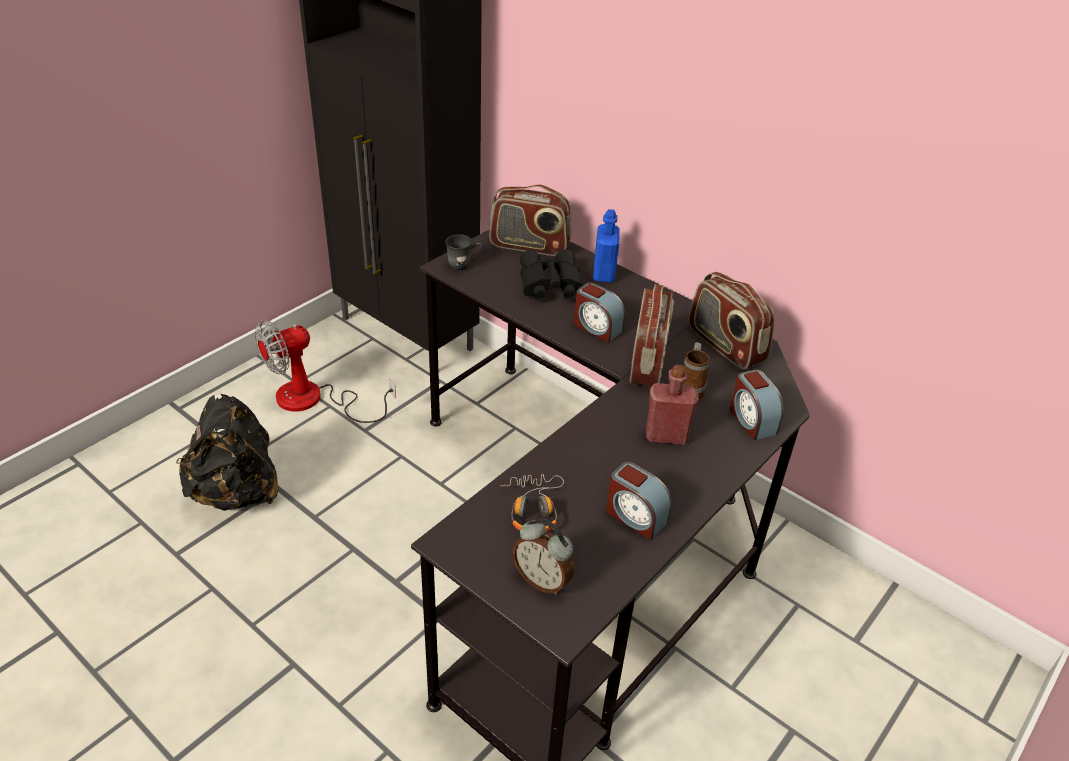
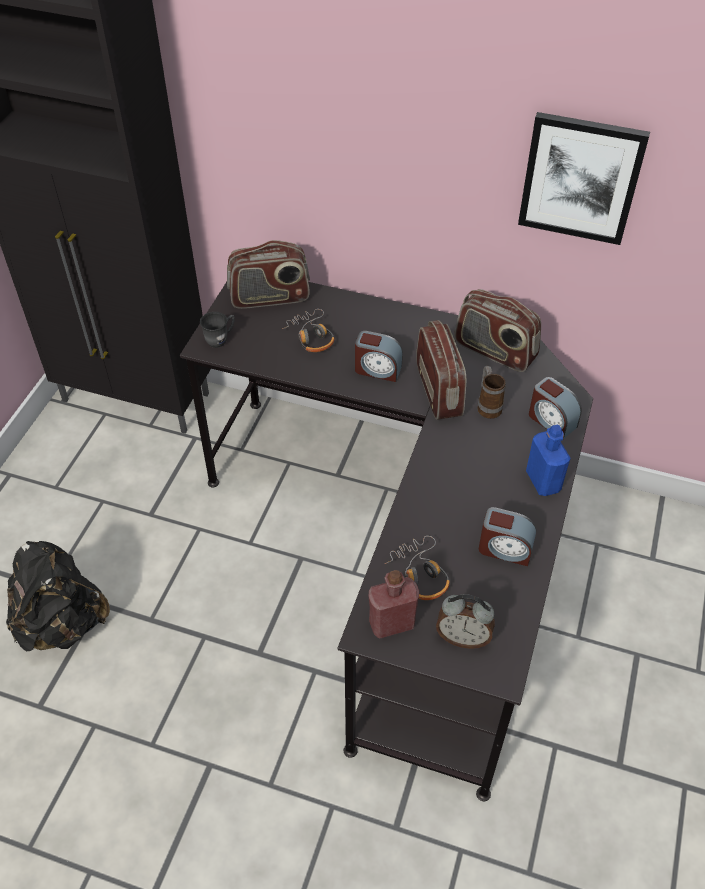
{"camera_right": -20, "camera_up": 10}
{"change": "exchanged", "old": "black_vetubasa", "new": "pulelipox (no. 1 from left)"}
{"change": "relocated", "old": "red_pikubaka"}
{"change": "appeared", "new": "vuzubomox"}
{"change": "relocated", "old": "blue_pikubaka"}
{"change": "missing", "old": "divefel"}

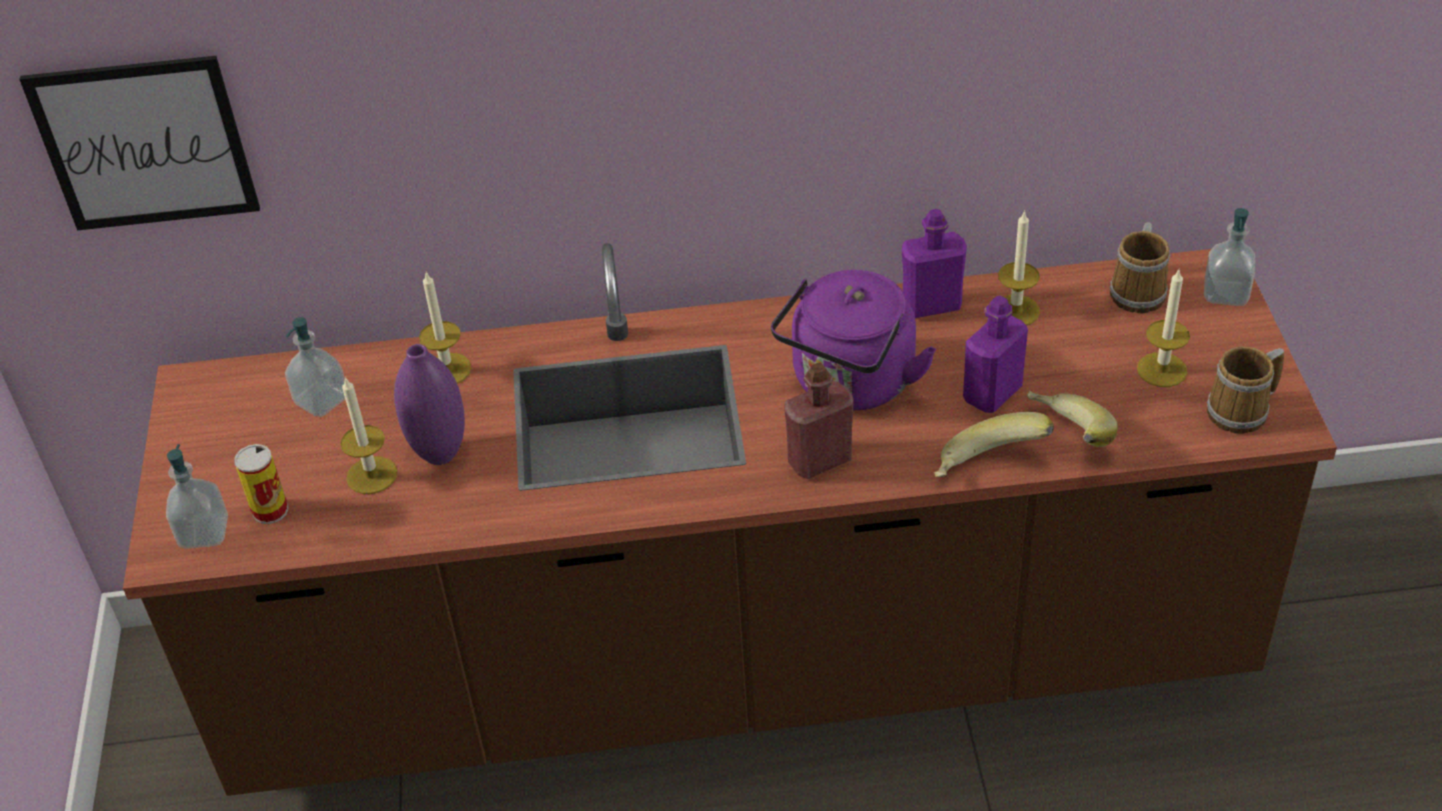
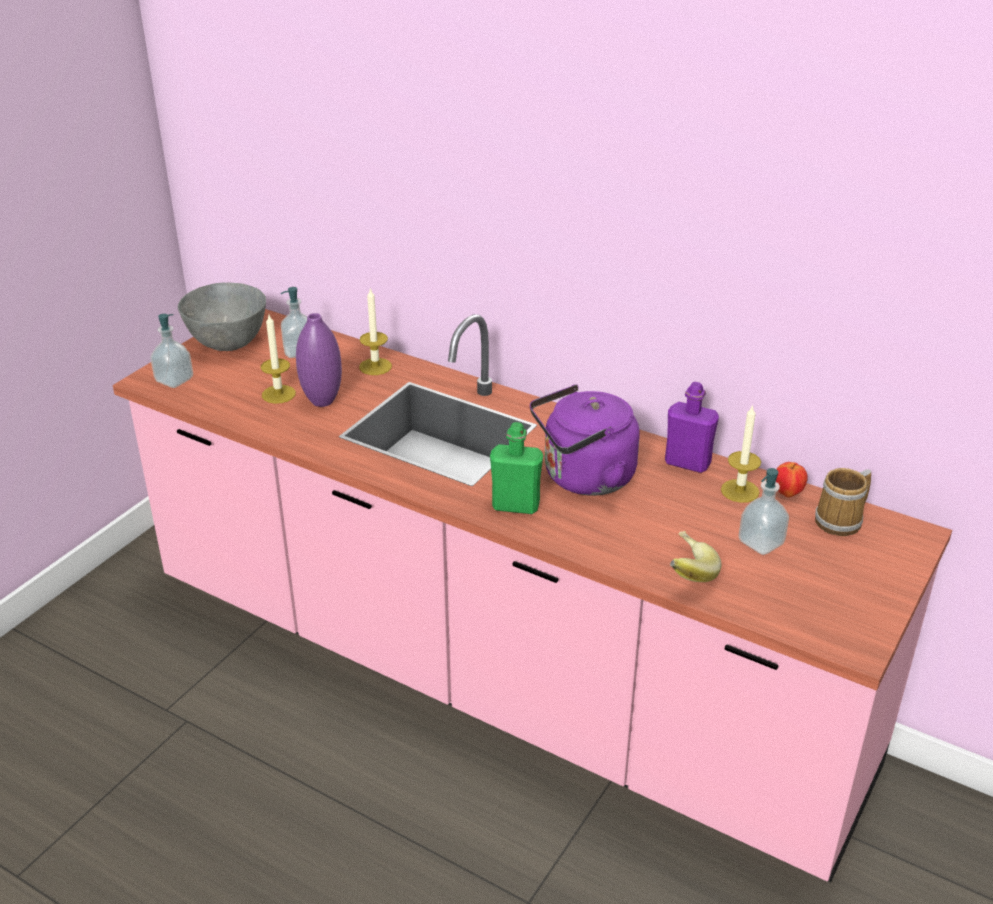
{"camera_right": 35, "camera_up": -10}
{"change": "colour", "old": "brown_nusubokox", "new": "pink_nusubokox"}
{"change": "appeared", "new": "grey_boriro"}
{"change": "colour", "old": "red_pikubaka", "new": "green_pikubaka"}
{"change": "relocated", "old": "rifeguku (no. 3 from left)"}
{"change": "appeared", "new": "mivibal"}
{"change": "missing", "old": "vuzubomox"}
{"change": "missing", "old": "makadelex"}
{"change": "missing", "old": "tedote (no. 1 from left)"}
{"change": "missing", "old": "purple_pikubaka (no. 2 from left)"}
{"change": "missing", "old": "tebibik (no. 4 from left)"}
{"change": "missing", "old": "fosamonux (no. 2 from left)"}

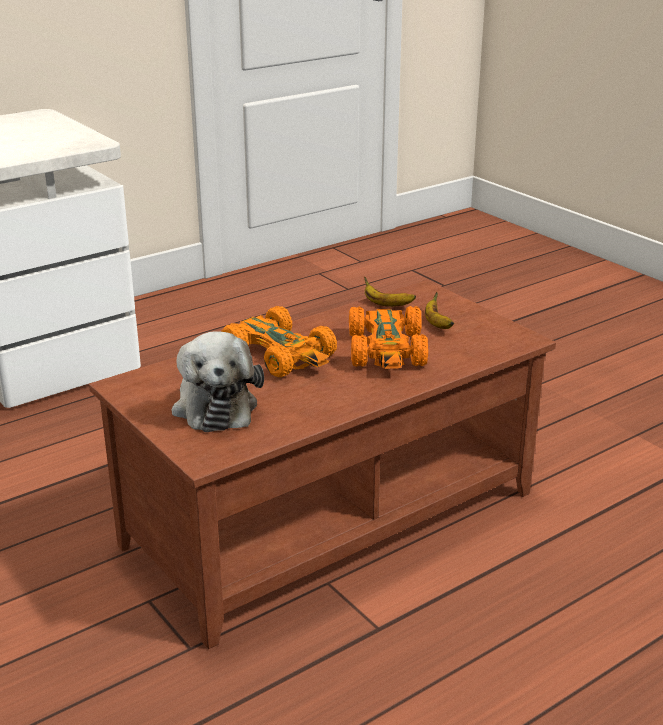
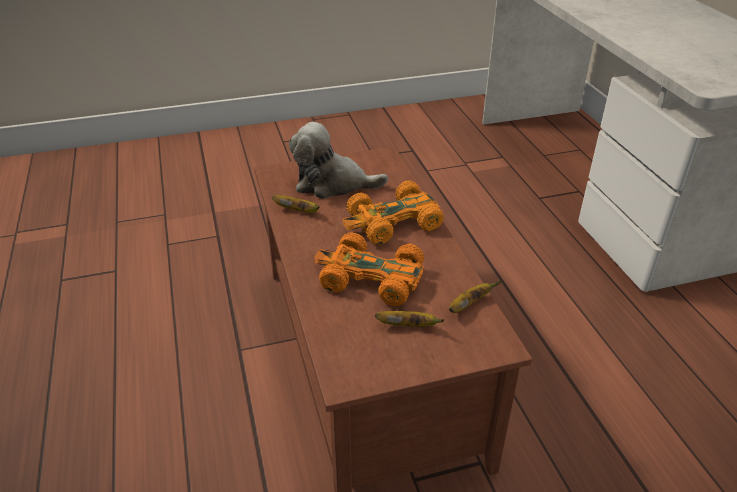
{"camera_right": 110, "camera_up": 10}
{"change": "appeared", "new": "tedote (no. 1 from left)"}

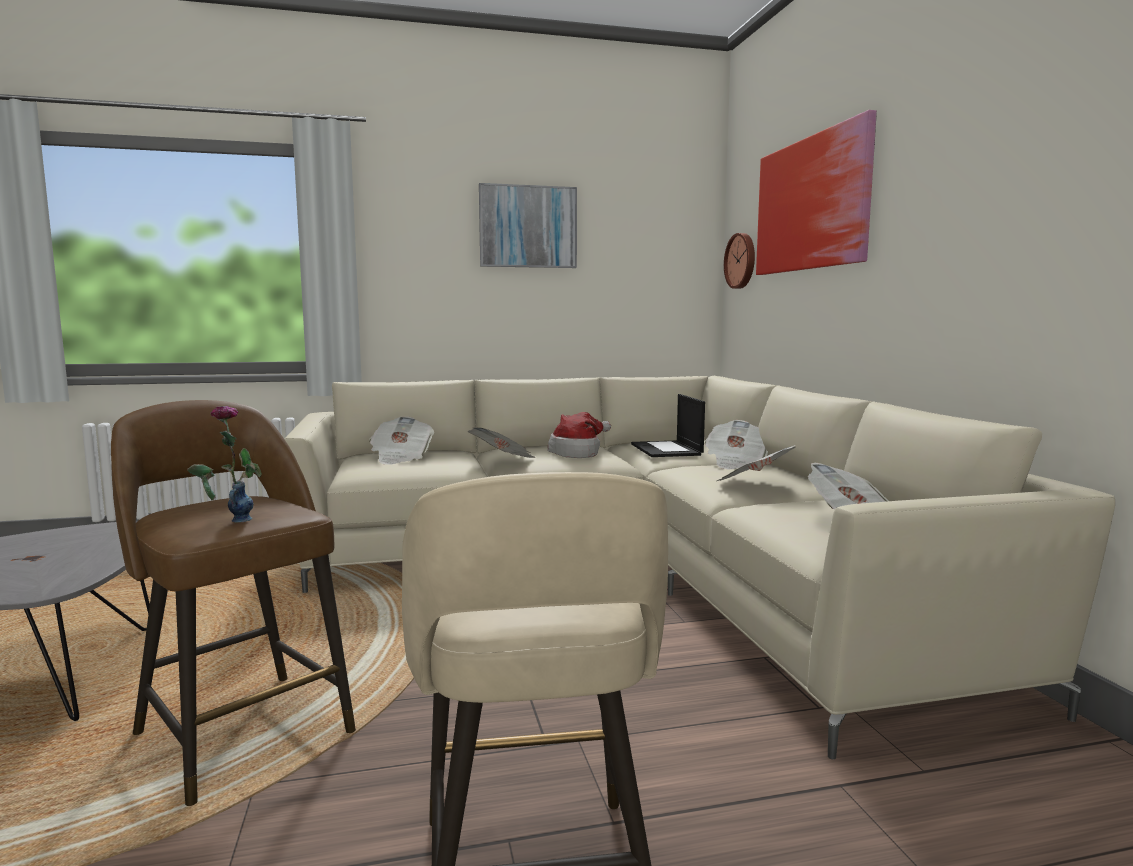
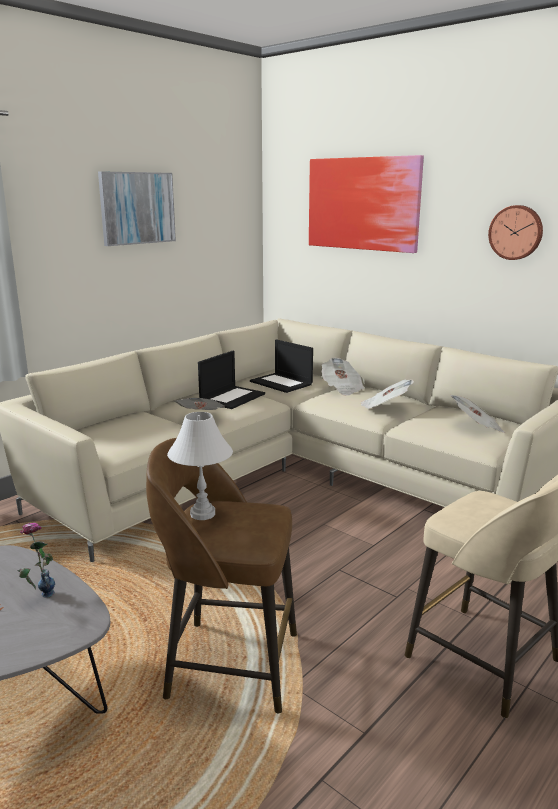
{"camera_right": -35, "camera_up": 10}
{"change": "relocated", "old": "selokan"}
{"change": "appeared", "new": "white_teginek"}
{"change": "exchanged", "old": "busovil", "new": "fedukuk (no. 1 from left)"}
{"change": "relocated", "old": "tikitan"}
{"change": "missing", "old": "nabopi (no. 1 from left)"}

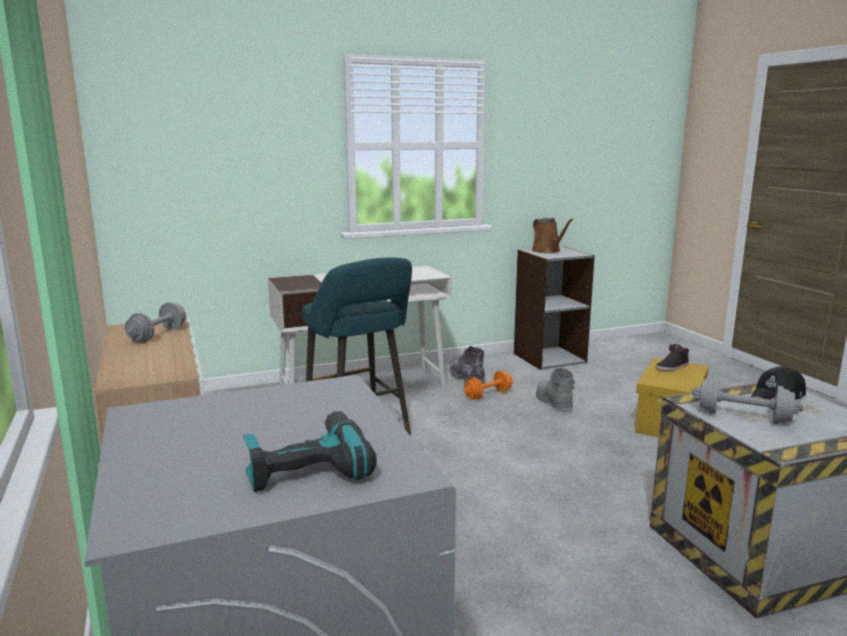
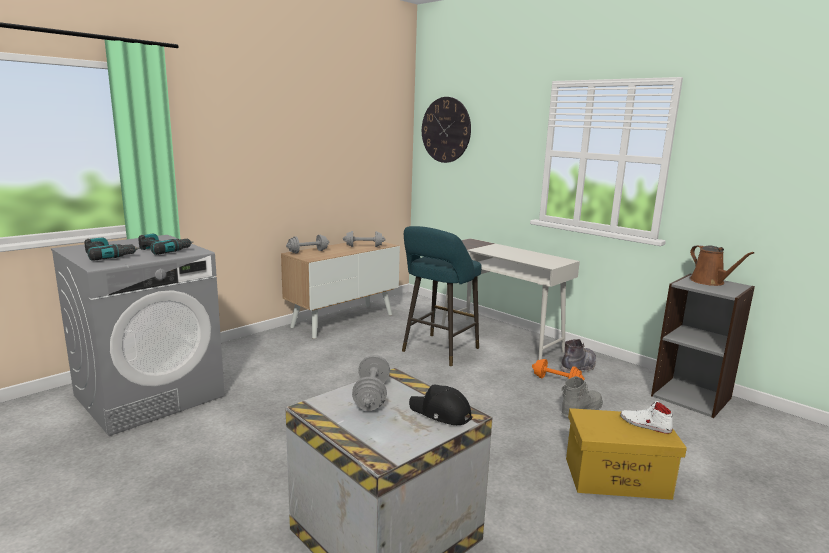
{"camera_right": 65, "camera_up": 0}
{"change": "appeared", "new": "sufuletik (no. 2 from left)"}
{"change": "appeared", "new": "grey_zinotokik (no. 1 from left)"}
{"change": "appeared", "new": "tikitan"}
{"change": "colour", "old": "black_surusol", "new": "white_surusol"}
{"change": "spun", "old": "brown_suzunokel", "degrees": -60}

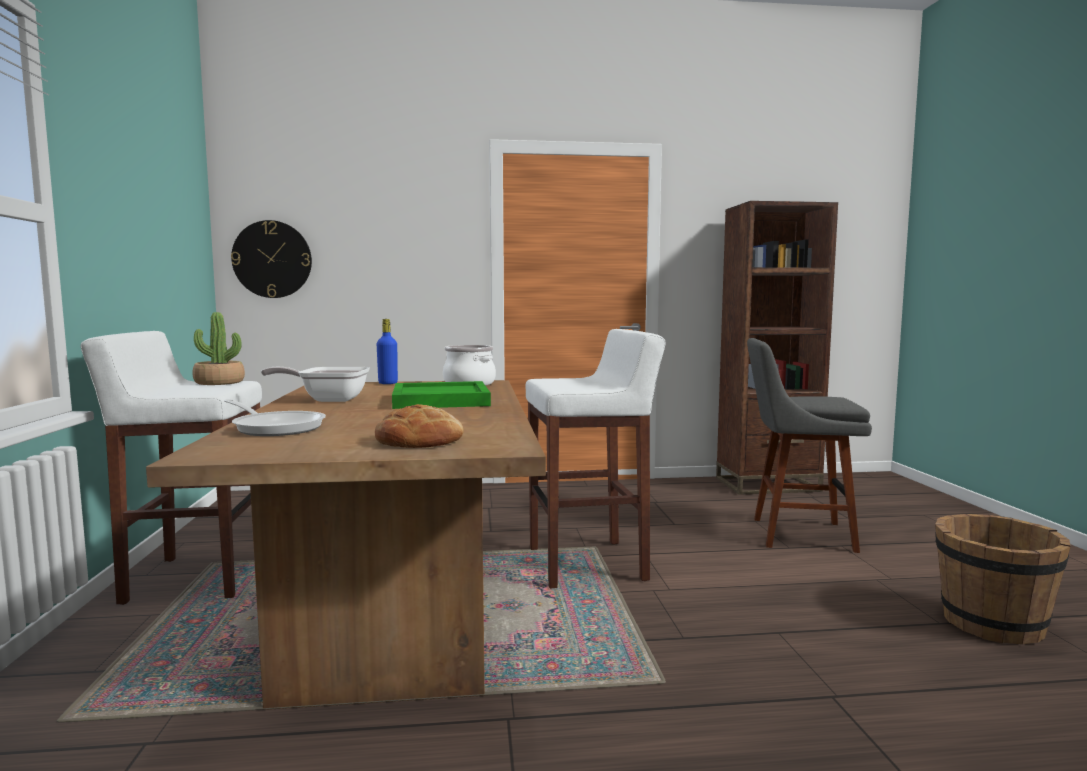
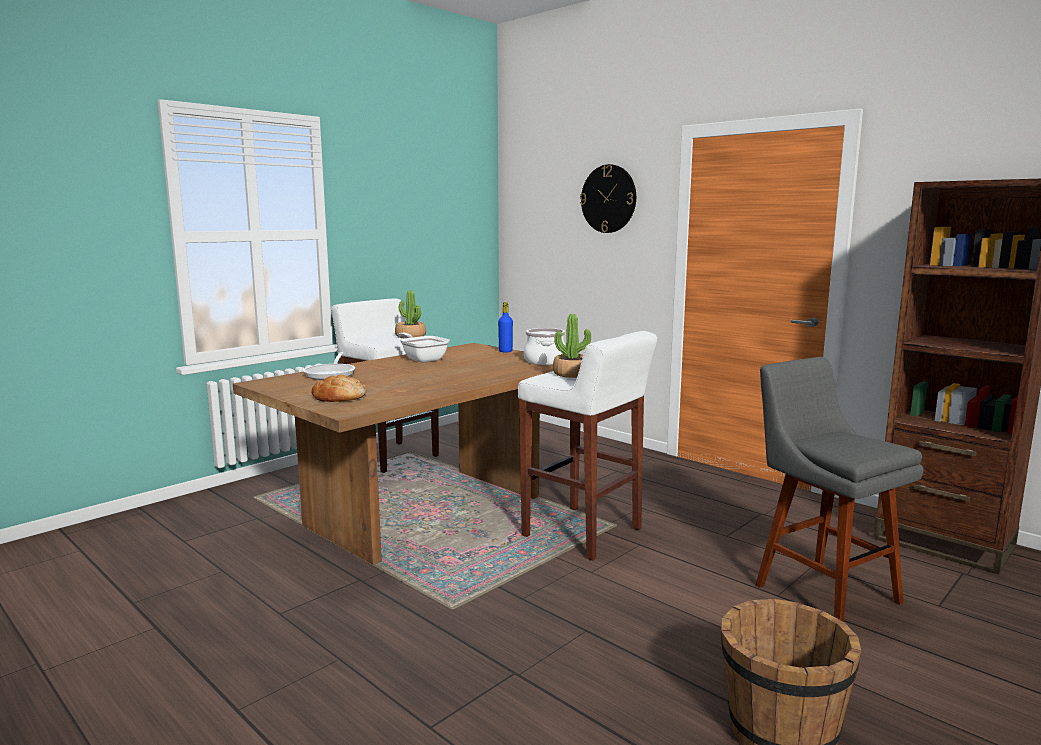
{"camera_right": 50, "camera_up": 5}
{"change": "appeared", "new": "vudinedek (no. 2 from left)"}
{"change": "relocated", "old": "tikitan"}
{"change": "missing", "old": "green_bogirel"}

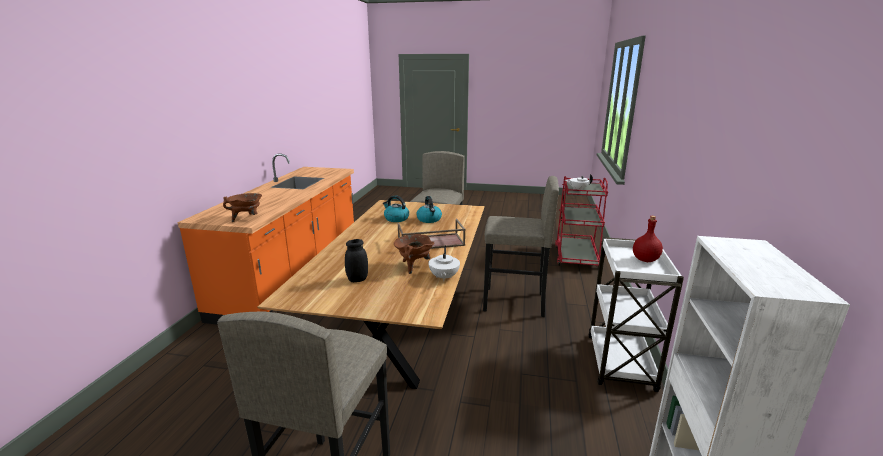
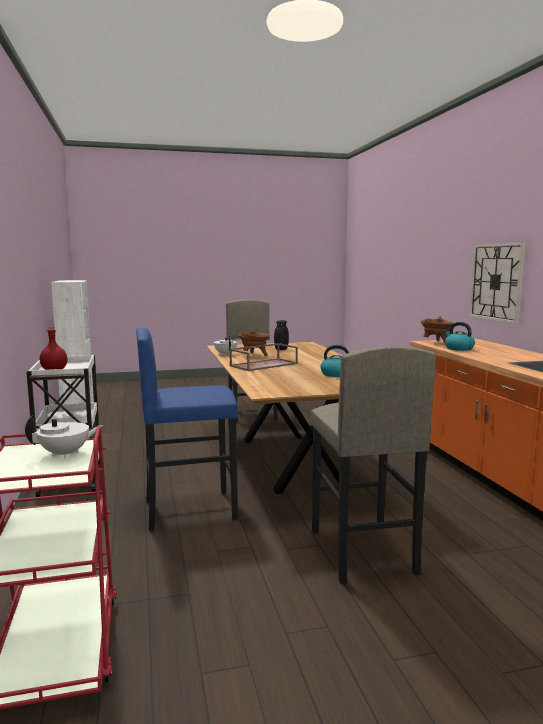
{"camera_right": 155, "camera_up": -10}
{"change": "colour", "old": "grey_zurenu (no. 3 from left)", "new": "blue_zurenu"}
{"change": "relocated", "old": "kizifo (no. 2 from left)"}
{"change": "appeared", "new": "tikitan"}

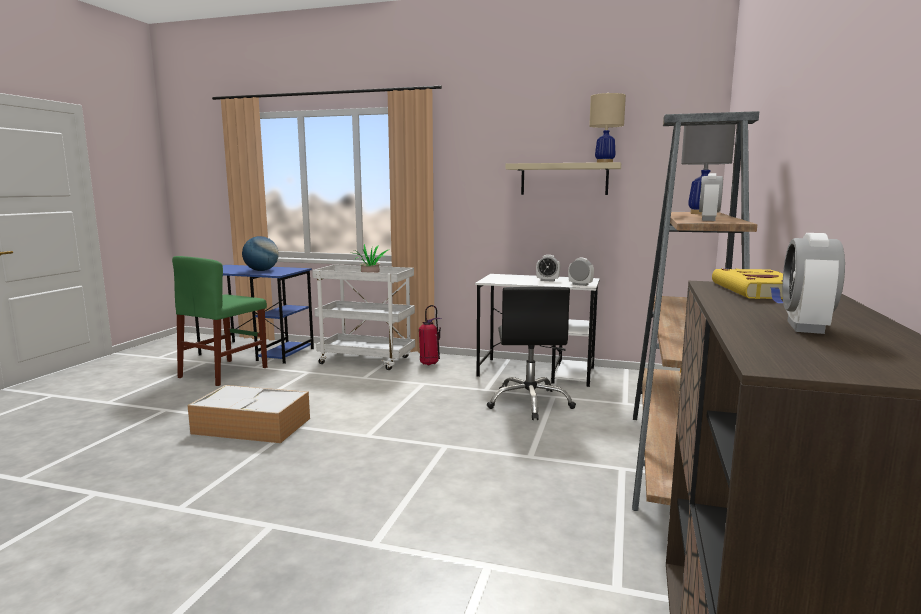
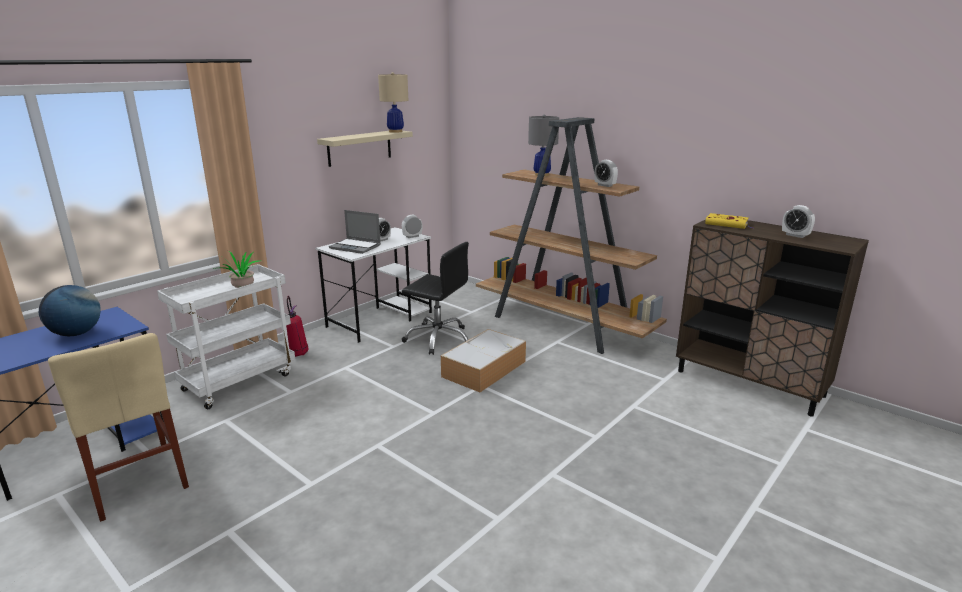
{"camera_right": -65, "camera_up": 10}
{"change": "colour", "old": "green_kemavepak", "new": "beige_kemavepak"}
{"change": "appeared", "new": "fedukuk"}
{"change": "relocated", "old": "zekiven"}

